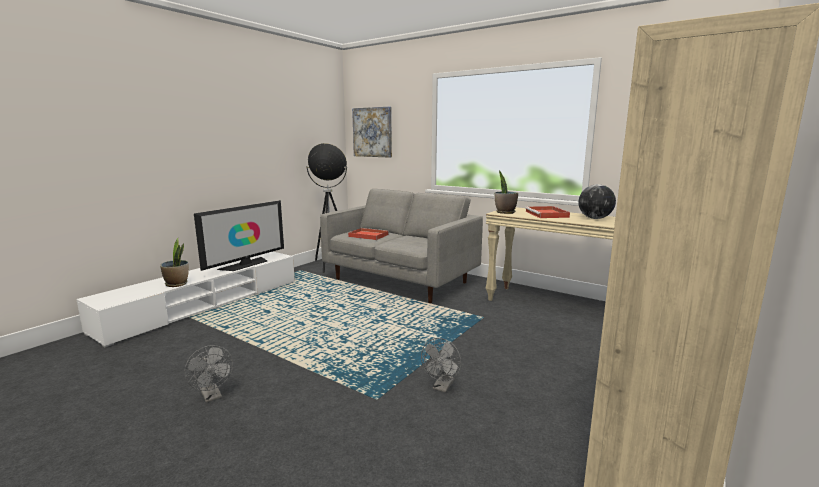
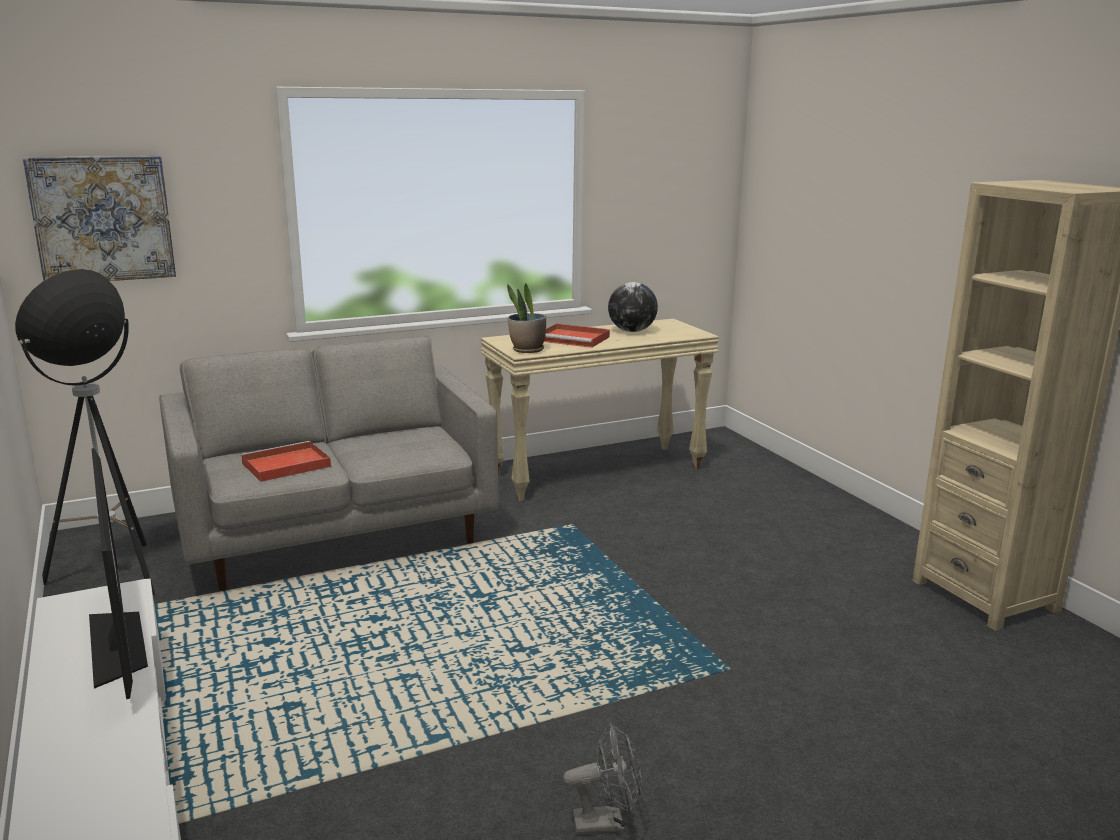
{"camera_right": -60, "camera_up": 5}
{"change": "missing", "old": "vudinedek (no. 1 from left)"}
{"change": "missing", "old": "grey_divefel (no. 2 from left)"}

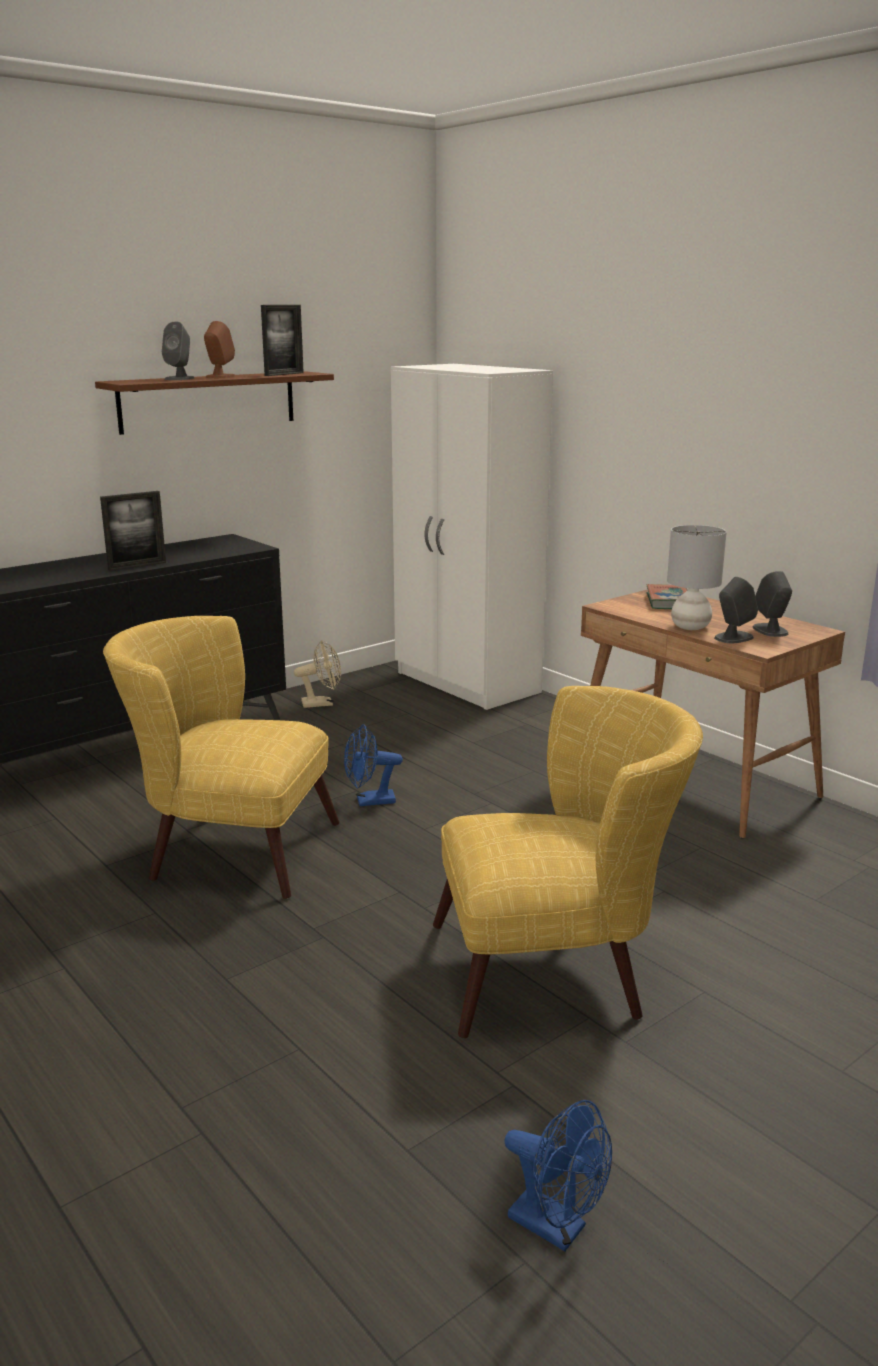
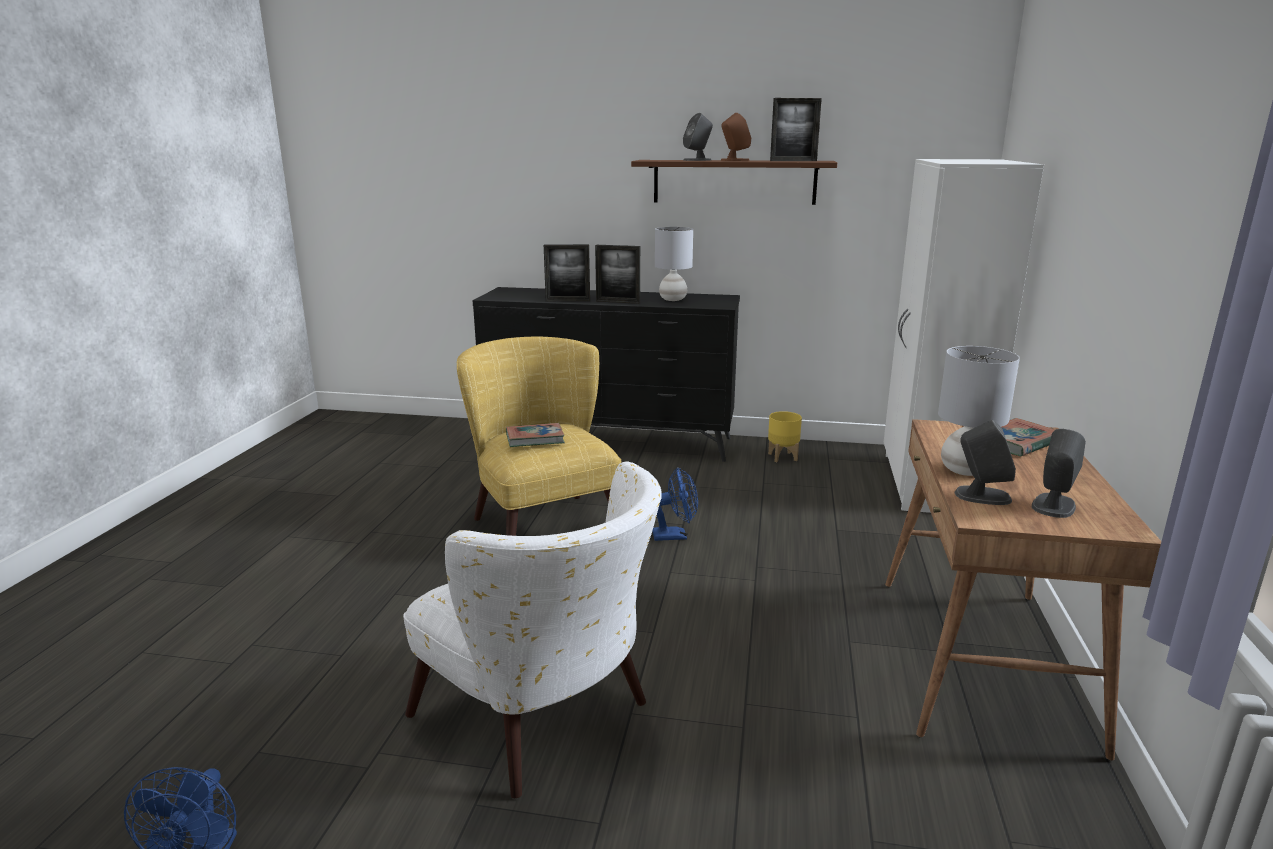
{"camera_right": 50, "camera_up": 0}
{"change": "colour", "old": "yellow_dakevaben (no. 2 from left)", "new": "white_dakevaben"}
{"change": "appeared", "new": "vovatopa (no. 1 from left)"}
{"change": "appeared", "new": "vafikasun (no. 1 from left)"}
{"change": "spun", "old": "blue_divefel (no. 1 from left in the first image)", "degrees": 135}
{"change": "appeared", "new": "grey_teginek (no. 1 from left)"}
{"change": "exchanged", "old": "beige_divefel", "new": "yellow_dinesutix"}

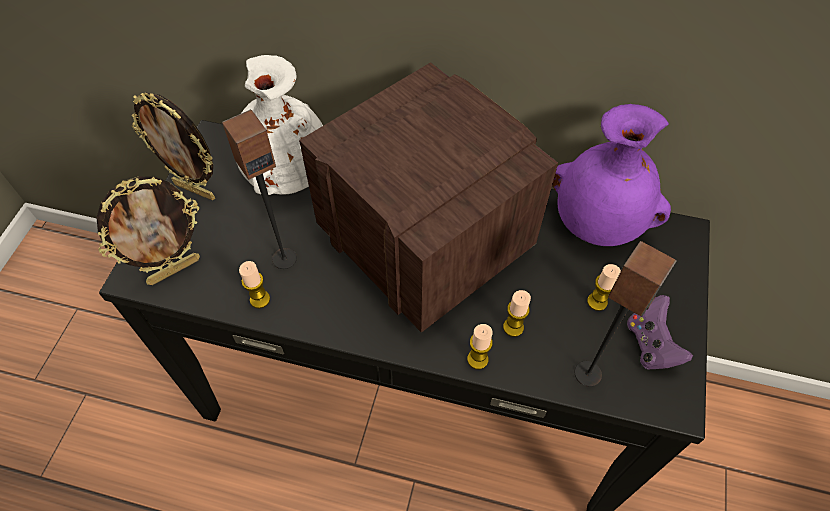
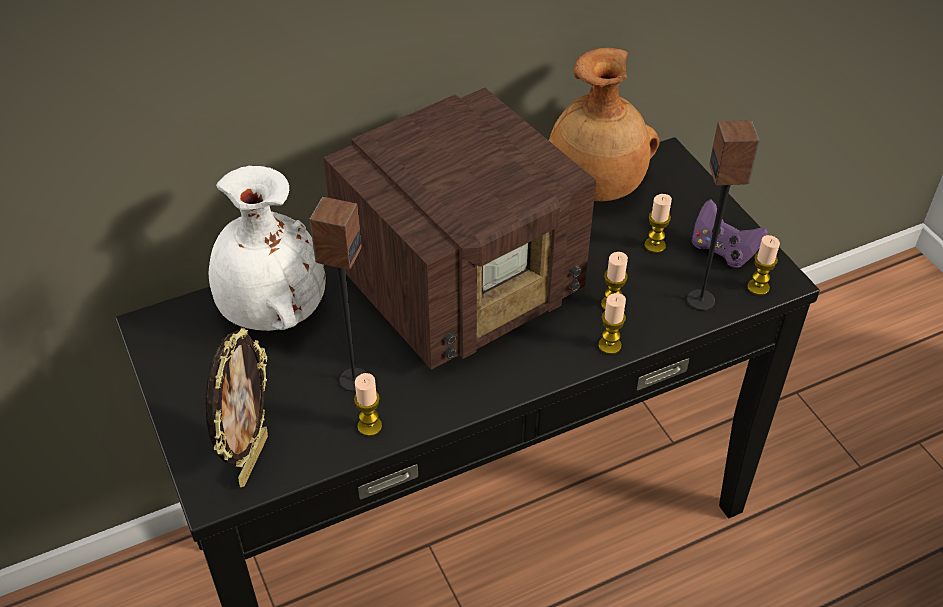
{"camera_right": -40, "camera_up": -10}
{"change": "spun", "old": "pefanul", "degrees": 135}
{"change": "colour", "old": "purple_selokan", "new": "brown_selokan"}
{"change": "appeared", "new": "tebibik (no. 5 from left)"}
{"change": "missing", "old": "vafikasun (no. 2 from left)"}

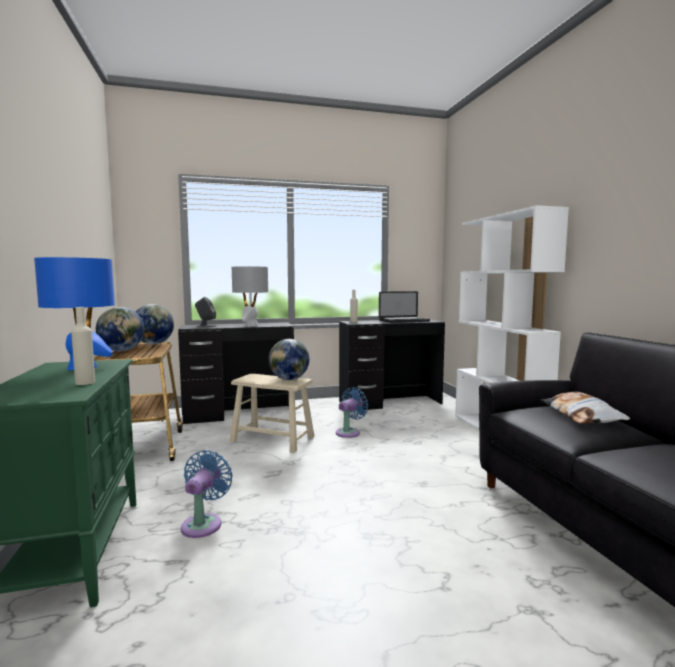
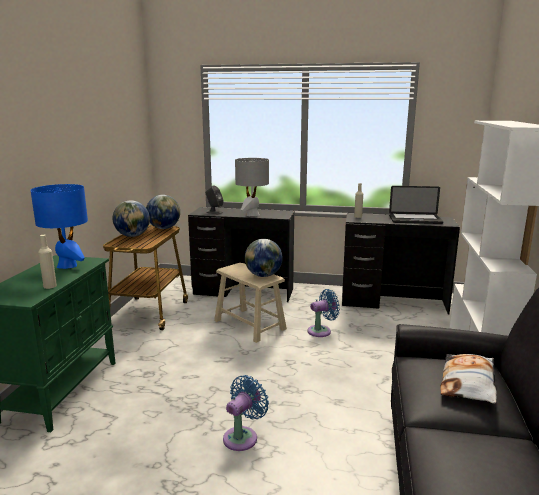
{"camera_right": 25, "camera_up": 10}
{"change": "relocated", "old": "blue_divefel (no. 1 from left)"}

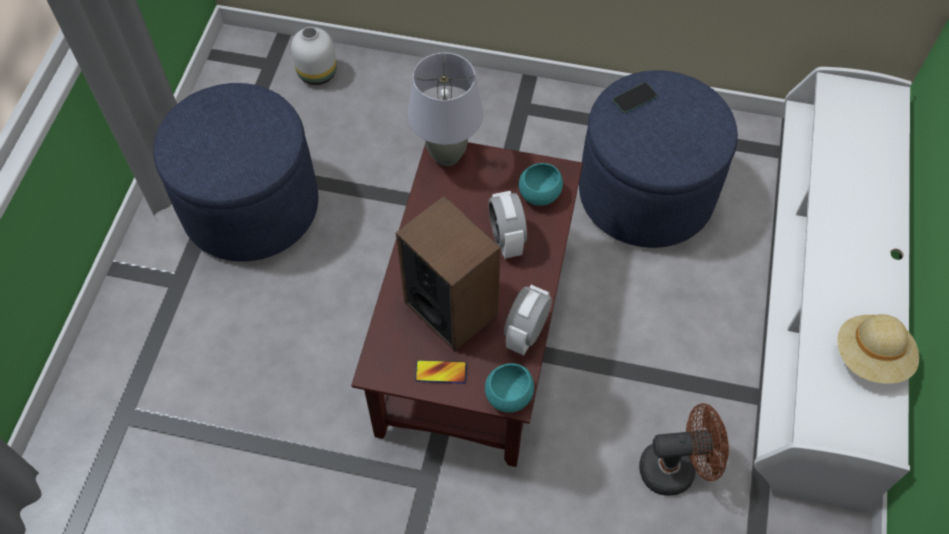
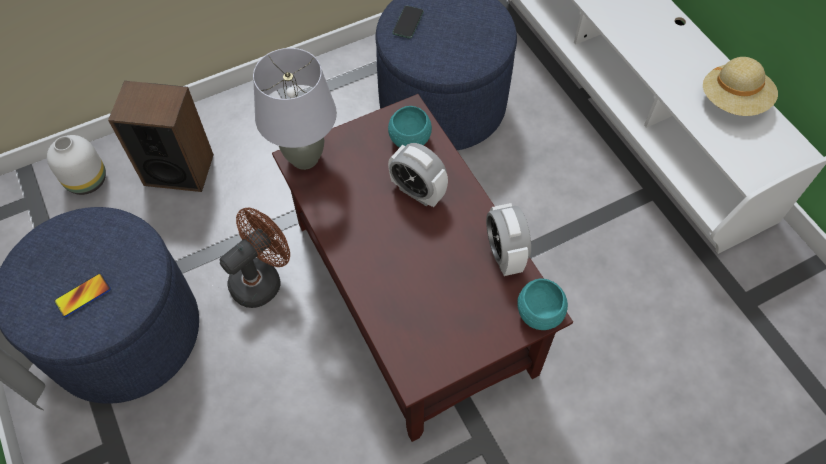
{"camera_right": -40, "camera_up": 0}
{"change": "relocated", "old": "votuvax (no. 1 from left)"}
{"change": "relocated", "old": "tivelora"}
{"change": "relocated", "old": "brown_divefel"}

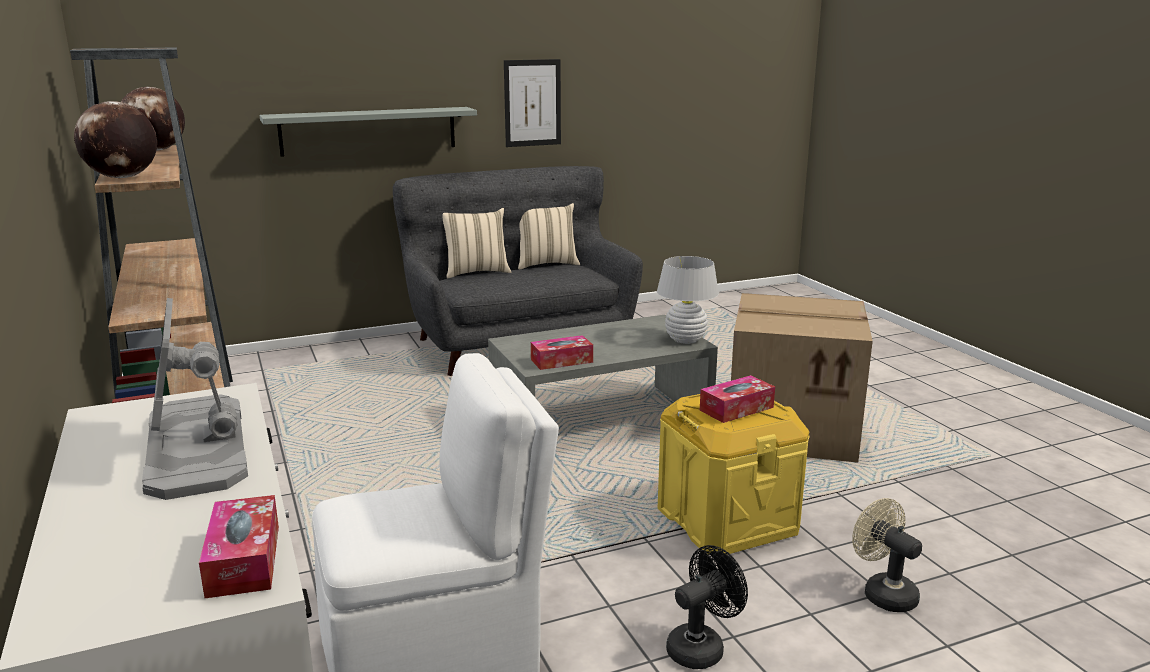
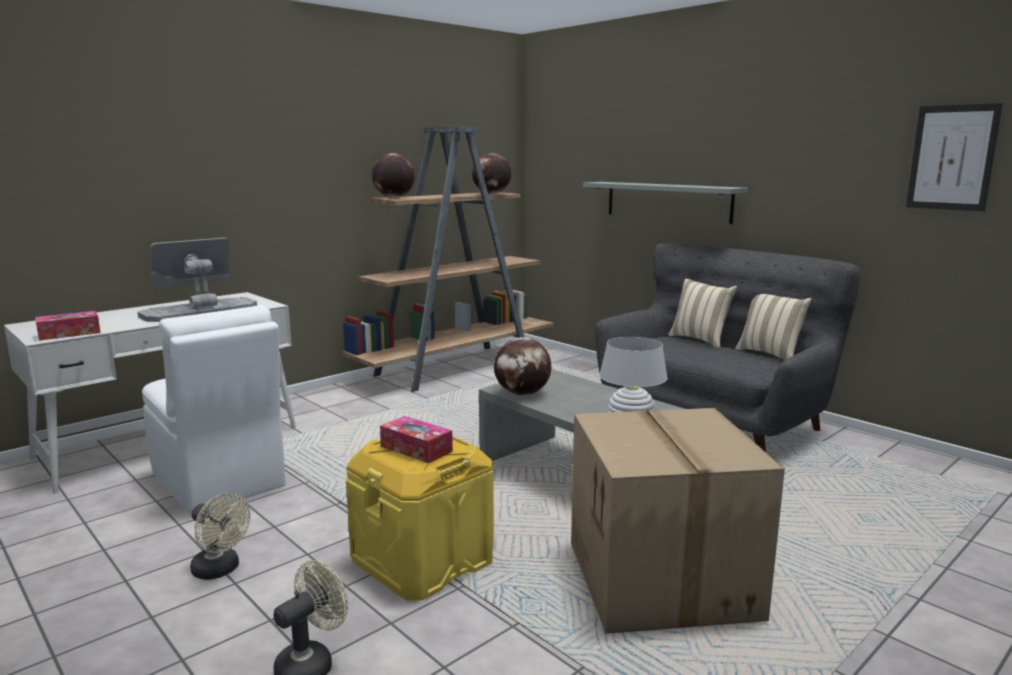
{"camera_right": 70, "camera_up": -5}
{"change": "colour", "old": "black_divefel", "new": "beige_divefel (no. 1 from left)"}
{"change": "exchanged", "old": "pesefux (no. 2 from left)", "new": "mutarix (no. 3 from left)"}
{"change": "relocated", "old": "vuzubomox"}

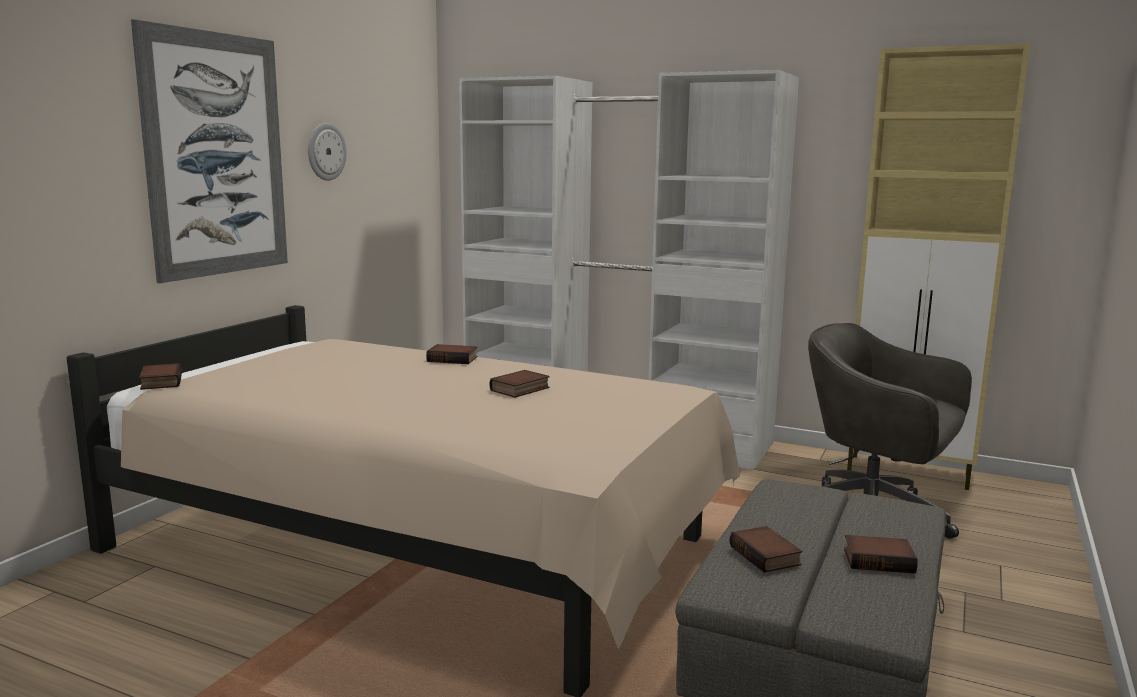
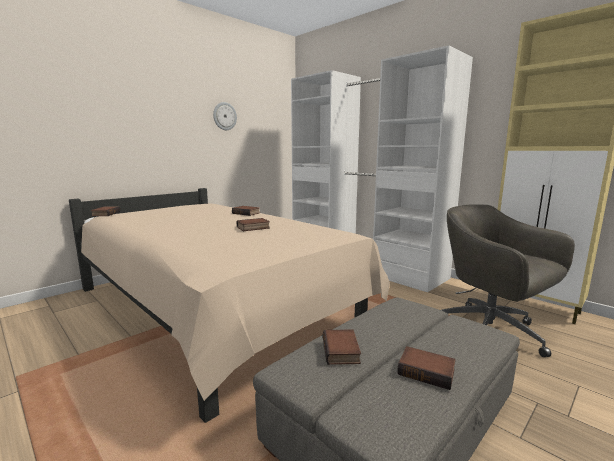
{"camera_right": 20, "camera_up": 0}
{"change": "missing", "old": "vuzubomox"}

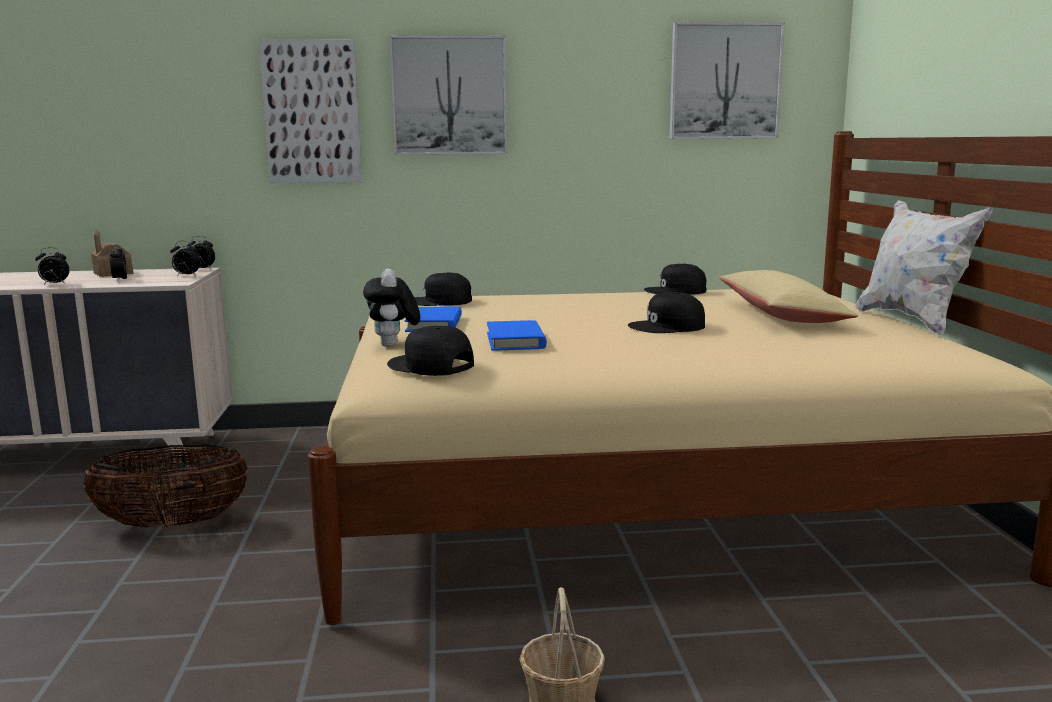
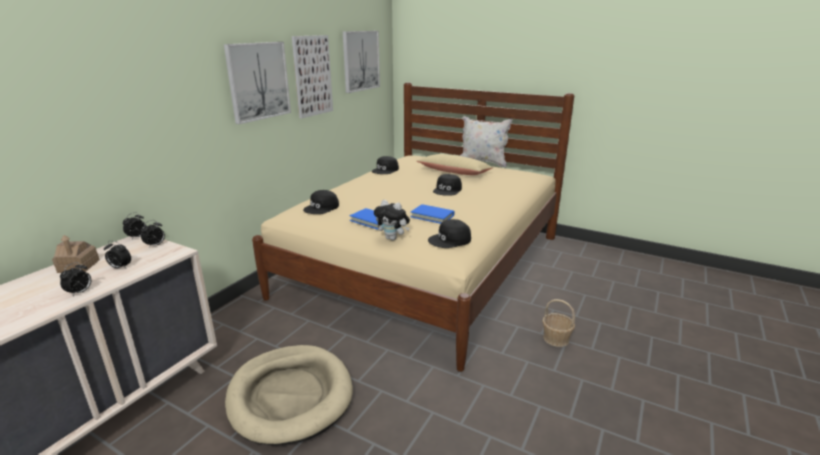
{"camera_right": -55, "camera_up": 10}
{"change": "exchanged", "old": "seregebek (no. 1 from left)", "new": "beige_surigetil"}
{"change": "relocated", "old": "vuzubomox (no. 1 from left in the first image)", "new": "vuzubomox (no. 2 from left)"}

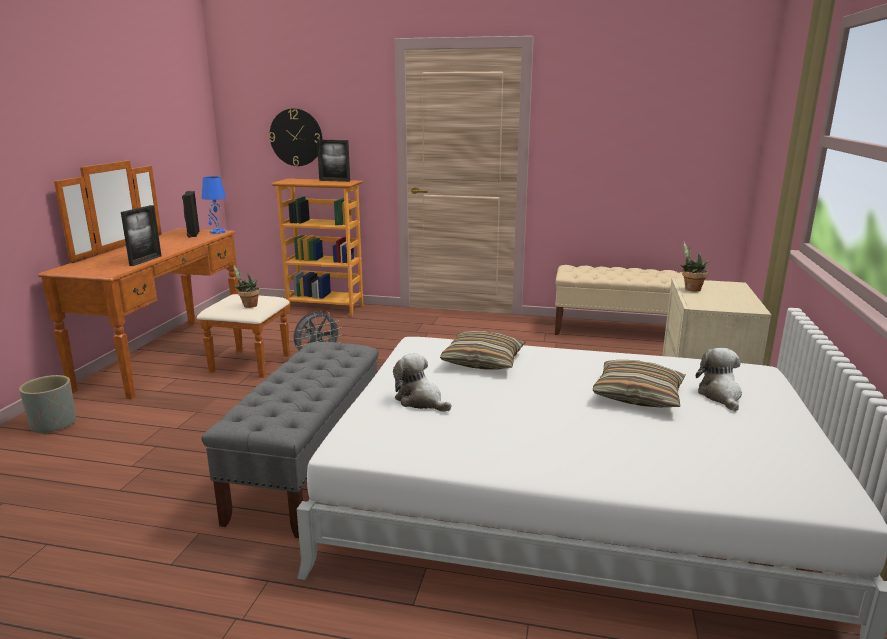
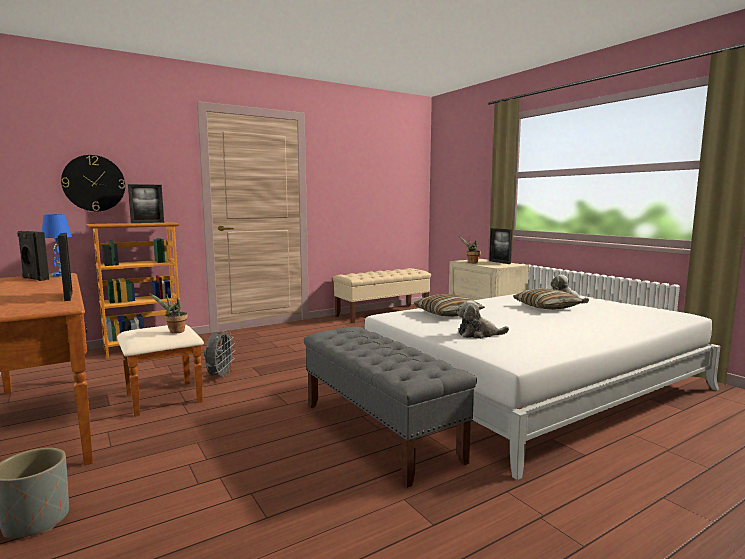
{"camera_right": -45, "camera_up": -10}
{"change": "appeared", "new": "vafikasun (no. 3 from left)"}

